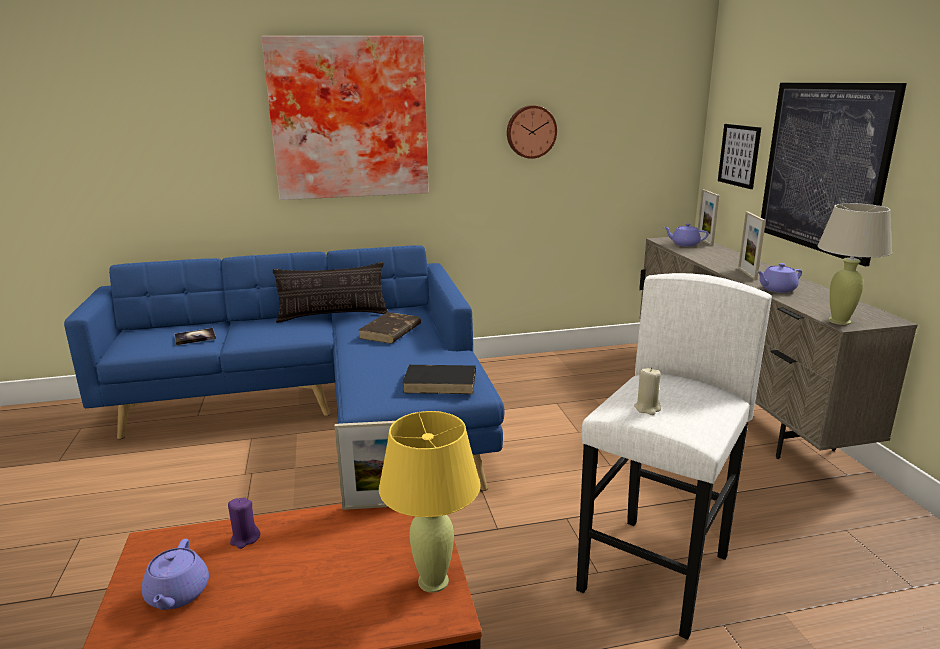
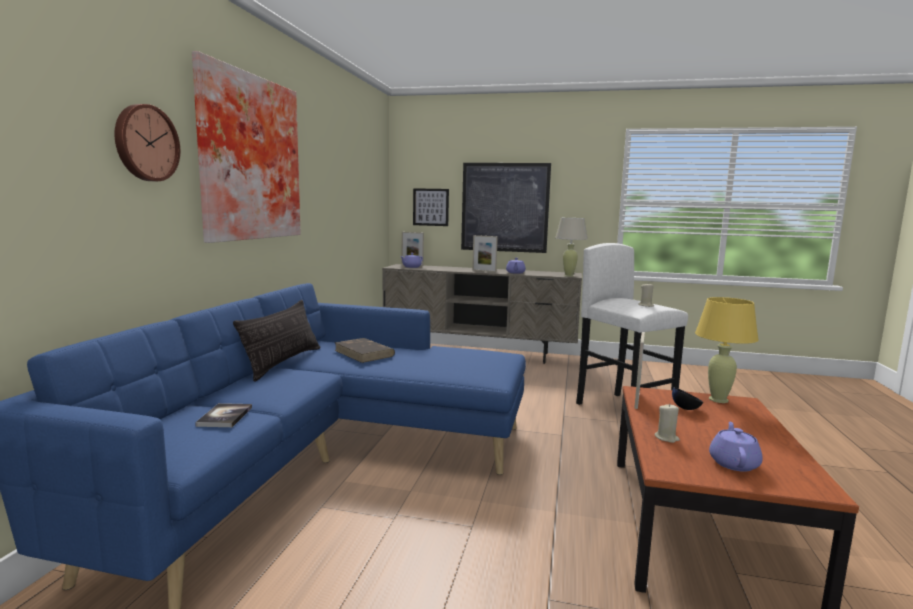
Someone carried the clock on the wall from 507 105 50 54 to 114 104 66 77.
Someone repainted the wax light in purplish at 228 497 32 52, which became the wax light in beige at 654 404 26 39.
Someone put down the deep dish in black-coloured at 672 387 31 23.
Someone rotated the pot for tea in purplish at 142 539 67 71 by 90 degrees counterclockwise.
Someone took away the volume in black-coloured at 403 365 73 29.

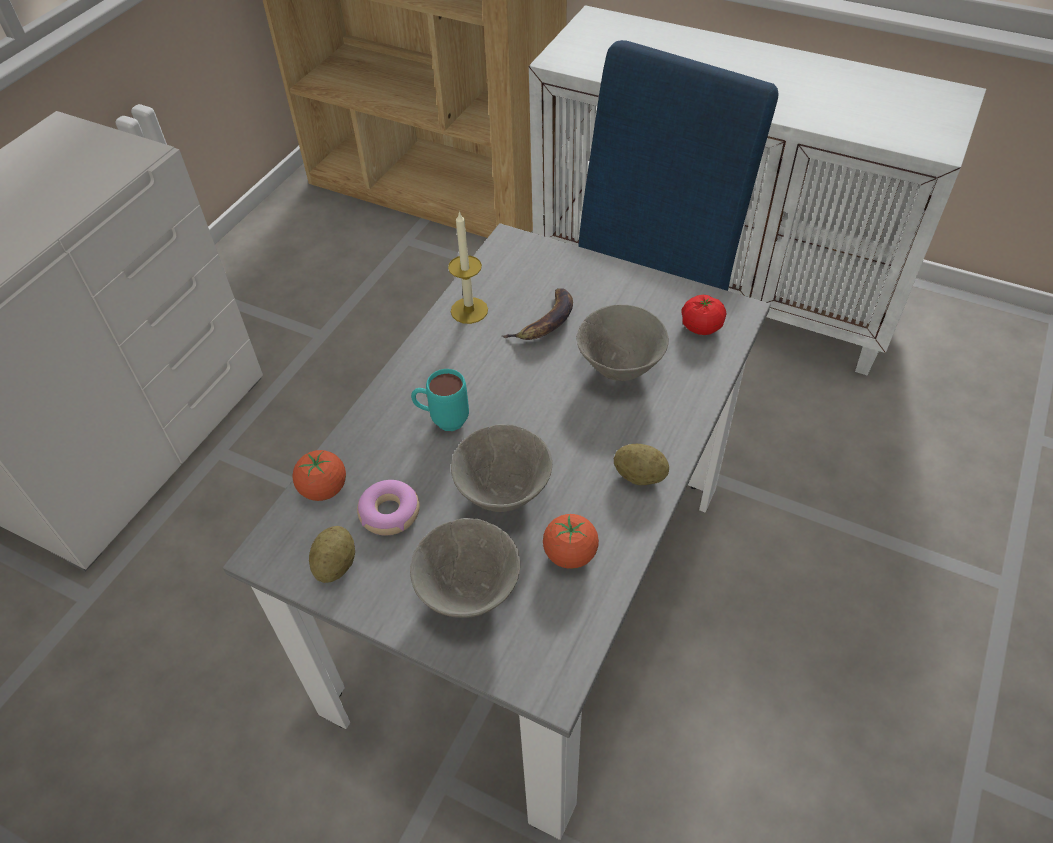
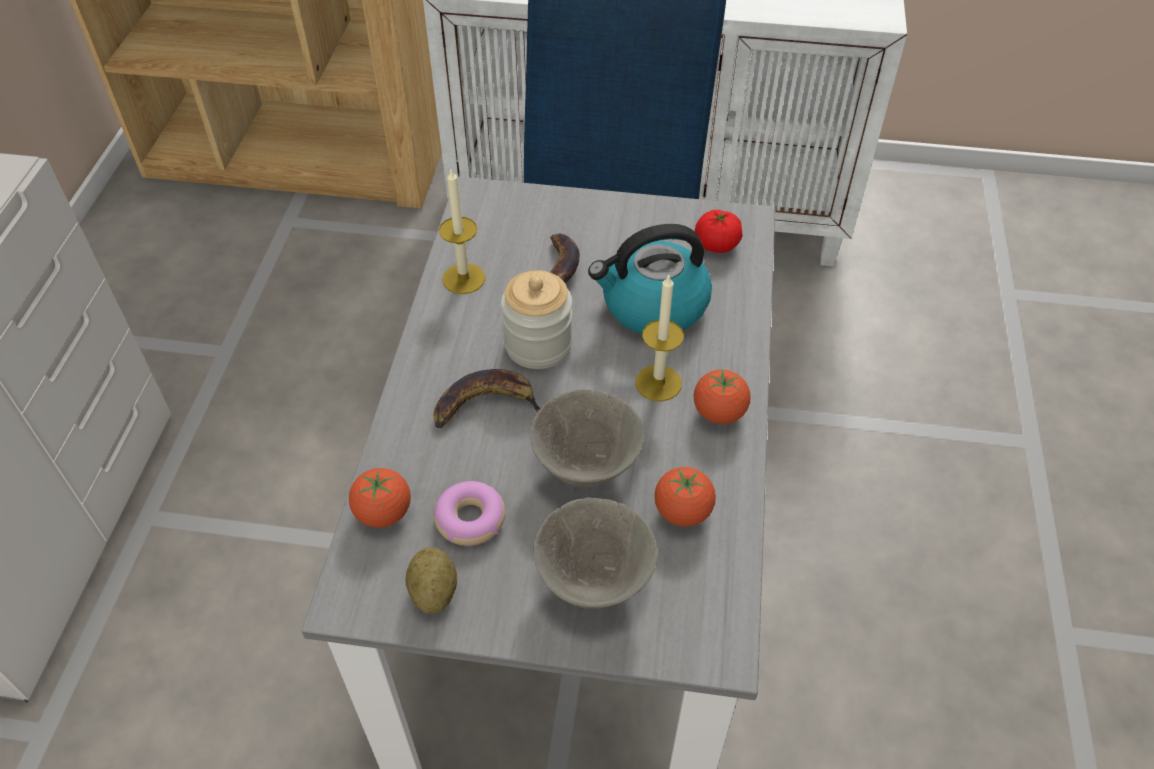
Someone swapped the tea mug in turquoise-coloured at 411 369 58 62 for the whole banana at 434 369 106 59.
Someone put down the preserve jar at 501 270 72 99.
Someone swapped the deep dish in grey at 576 305 93 76 for the kettle at 588 224 124 110.
Someone put down the wax light at 635 275 49 127.
Someone swapped the spud at 614 444 55 41 for the whole tomato at 694 370 57 54.

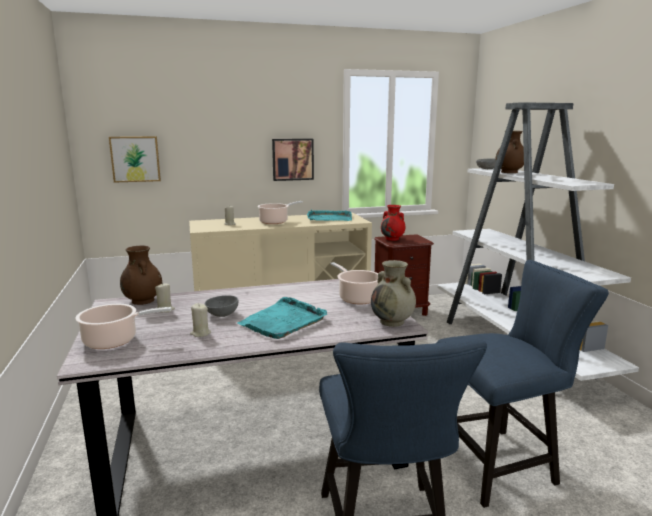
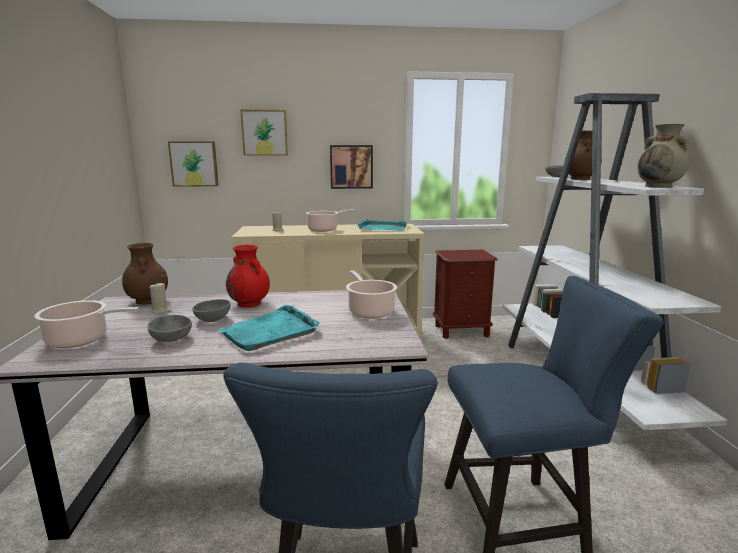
Someone swapped the wax light in beige at 190 303 21 34 for the deep dish in grey at 147 315 45 27.
Someone carried the decorative vase in red from 381 205 24 36 to 226 245 44 63.
Someone put up the wall picture at 240 110 48 46.
Someone carried the decorative vase in beige from 371 260 45 67 to 637 124 52 64.

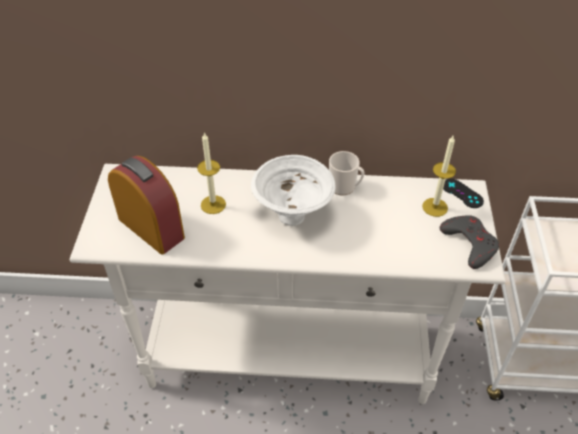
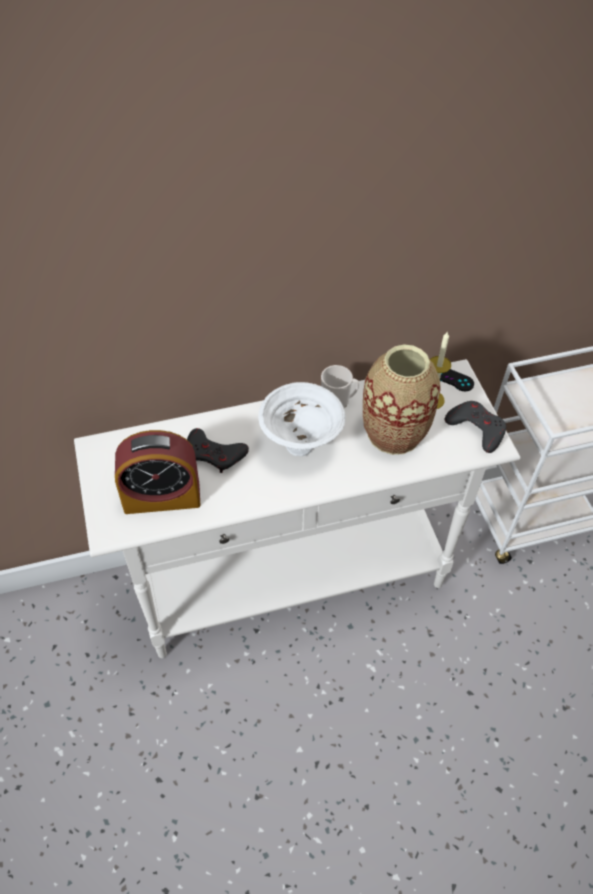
Someone rotated the alarm clock at 108 156 77 99 by 150 degrees clockwise.
Someone swapped the wax light at 197 132 29 82 for the game controller in grey at 187 428 62 45.
Someone put down the decorative vase at 363 344 78 111.

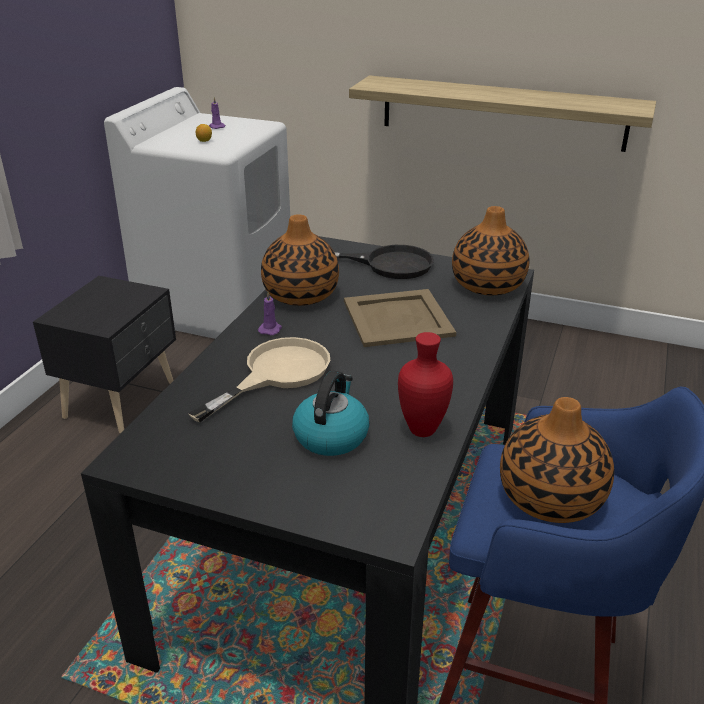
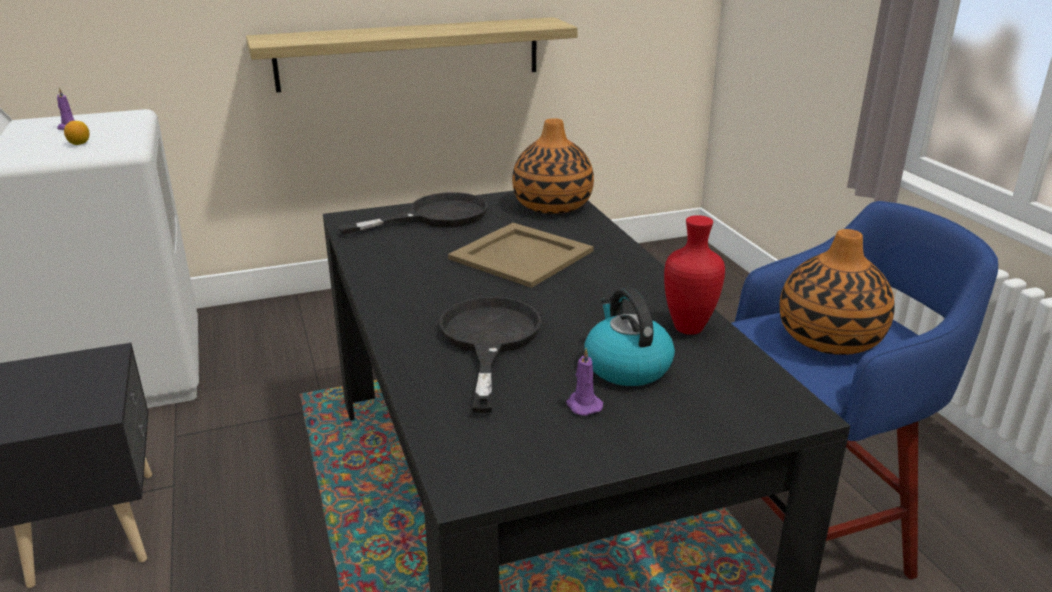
Someone repainted the pan in beige at 188 337 142 86, which became the pan in black-coloured at 439 296 103 117.
Someone carried the wax light in purplish from 258 292 24 43 to 566 348 37 68.
Someone took away the decorative vase at 261 214 78 92.

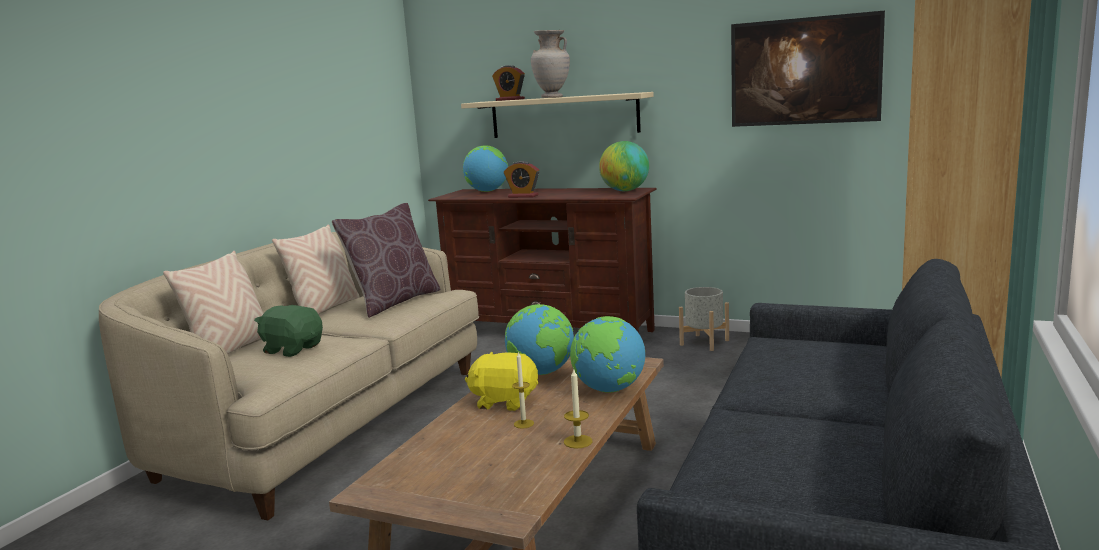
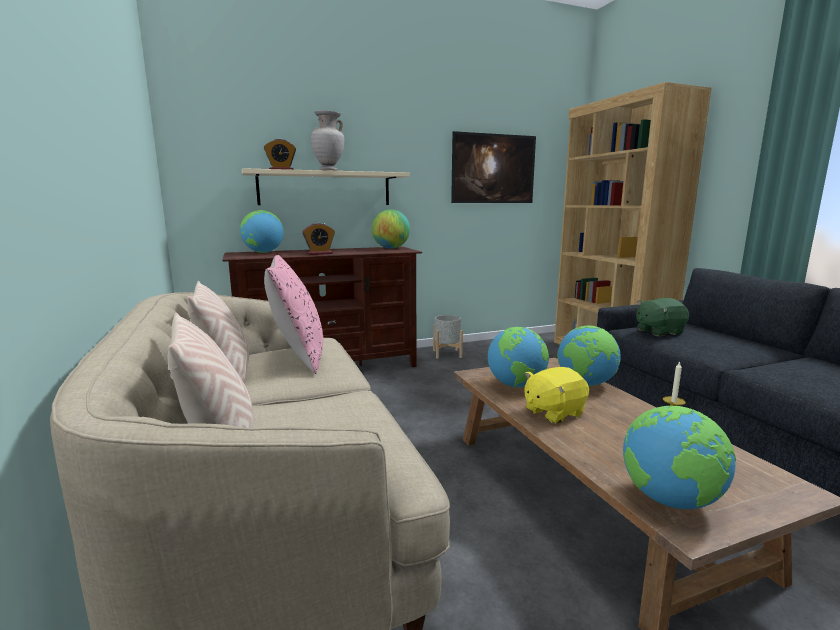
Someone repainted the cushion in brown at 332 203 109 115, which became the cushion in pinkish at 264 255 59 119.
Someone put down the globe at 623 406 113 103.
Someone carried the plush toy in greenish from 254 305 69 52 to 636 298 53 38.
Someone took away the wax light at 512 351 22 78.

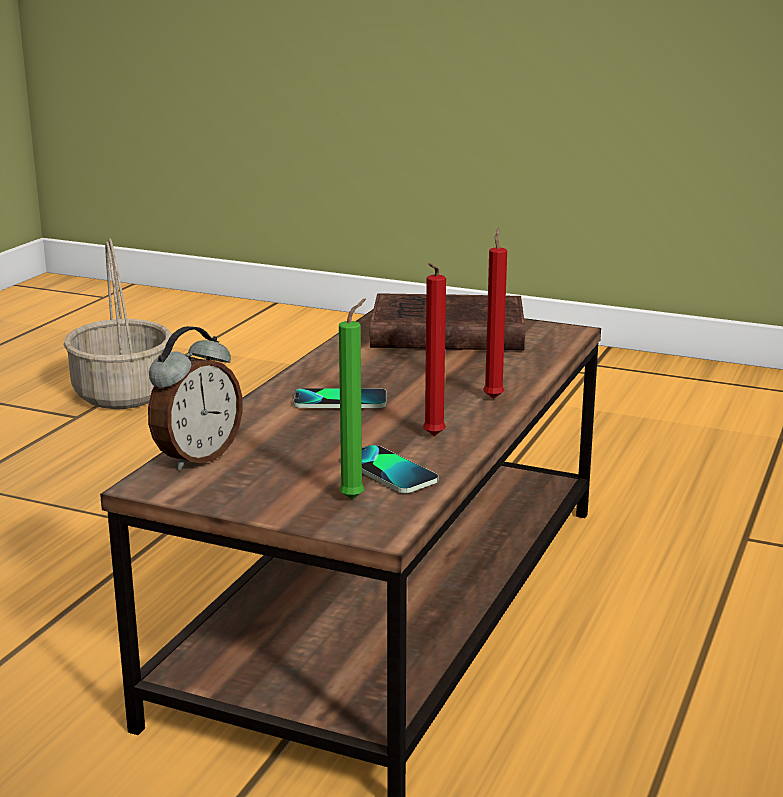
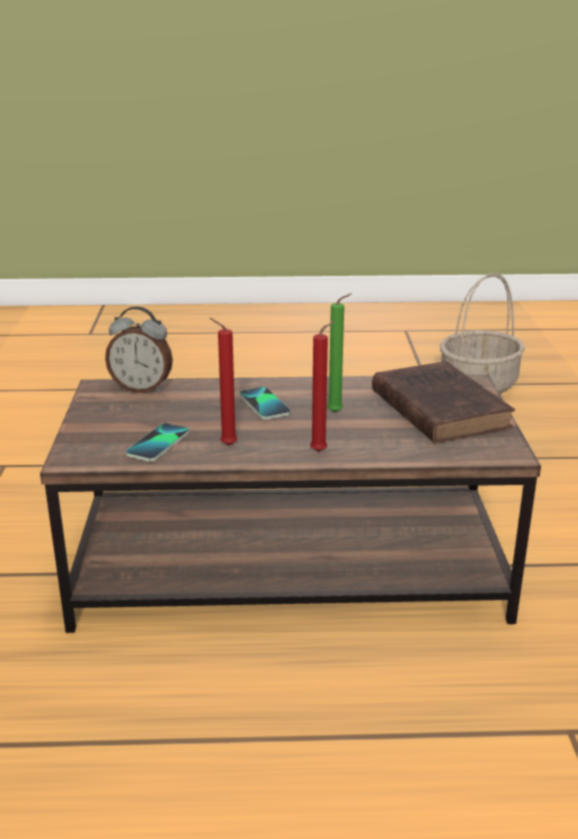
Someone carried the wax light in greenish from 339 299 27 200 to 327 293 24 120.

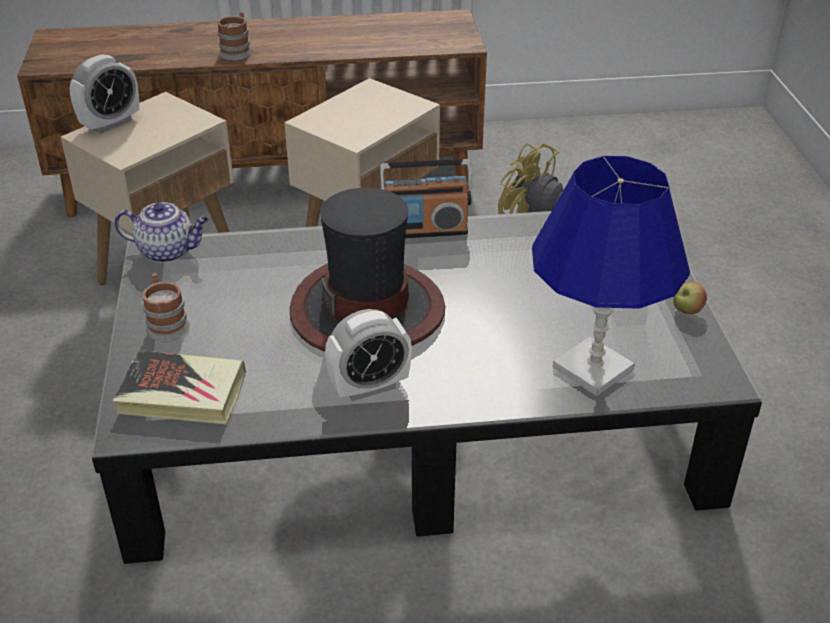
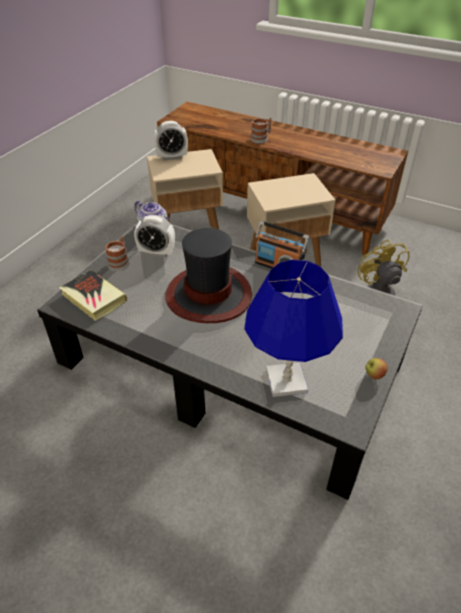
Someone carried the alarm clock from 325 309 87 92 to 134 215 41 42.

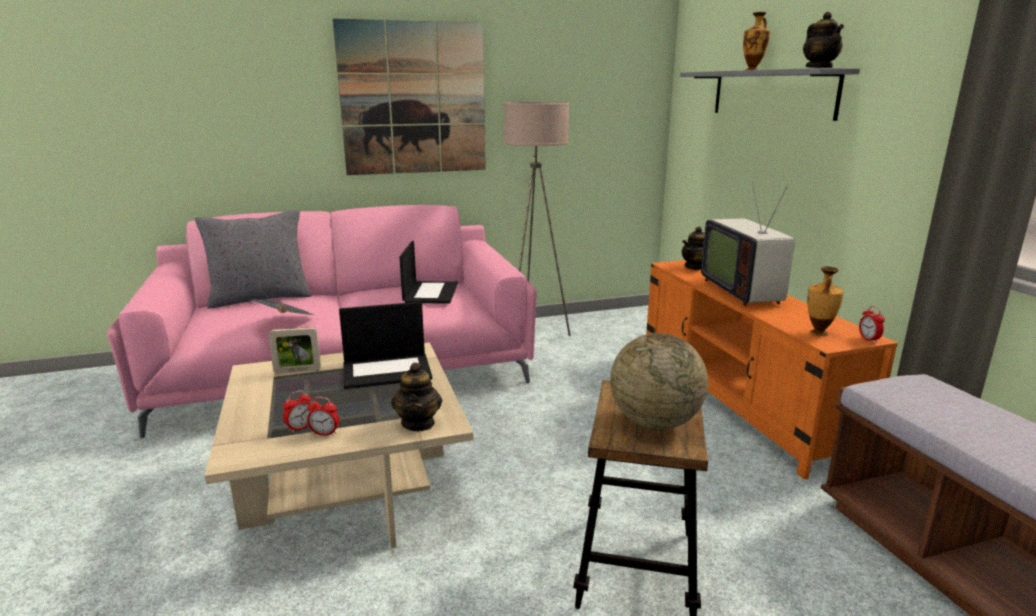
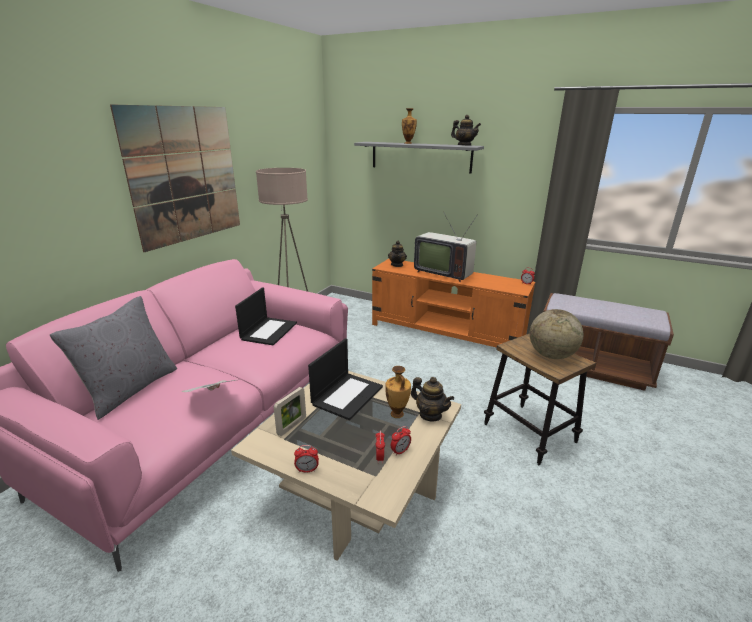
Someone rotated the notebook computer at 399 241 59 63 by 60 degrees clockwise.
Someone put down the alarm clock at 294 445 25 27.
Someone carried the decorative vase from 807 266 37 70 to 385 366 26 52.

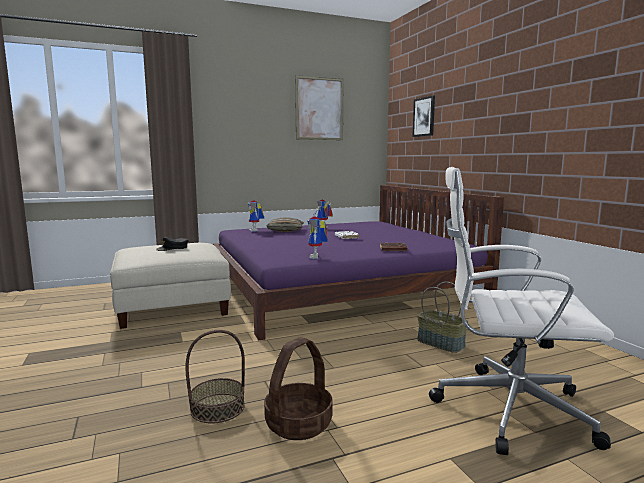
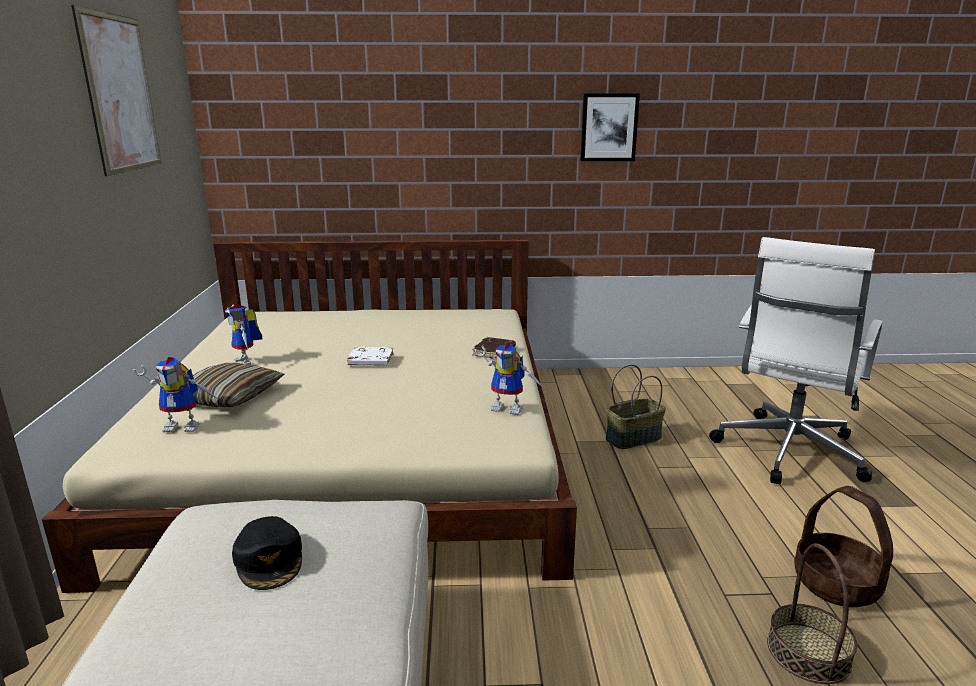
Someone repainted the bed in purplish at 213 185 291 156, which became the bed in beige at 42 240 535 353.
Someone carried the wall picture from 412 95 23 42 to 580 94 60 67.

